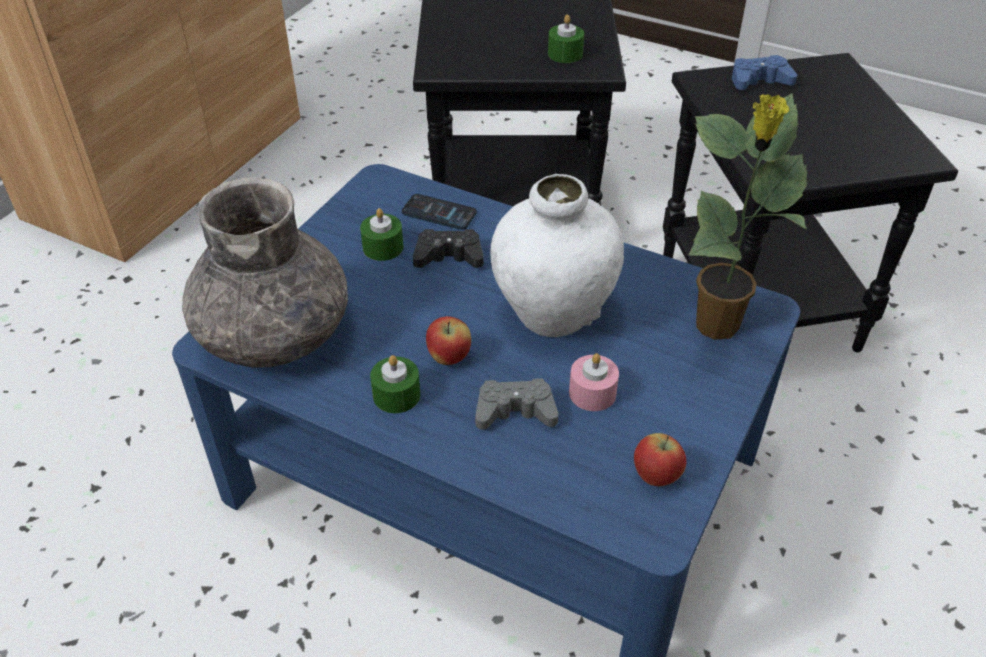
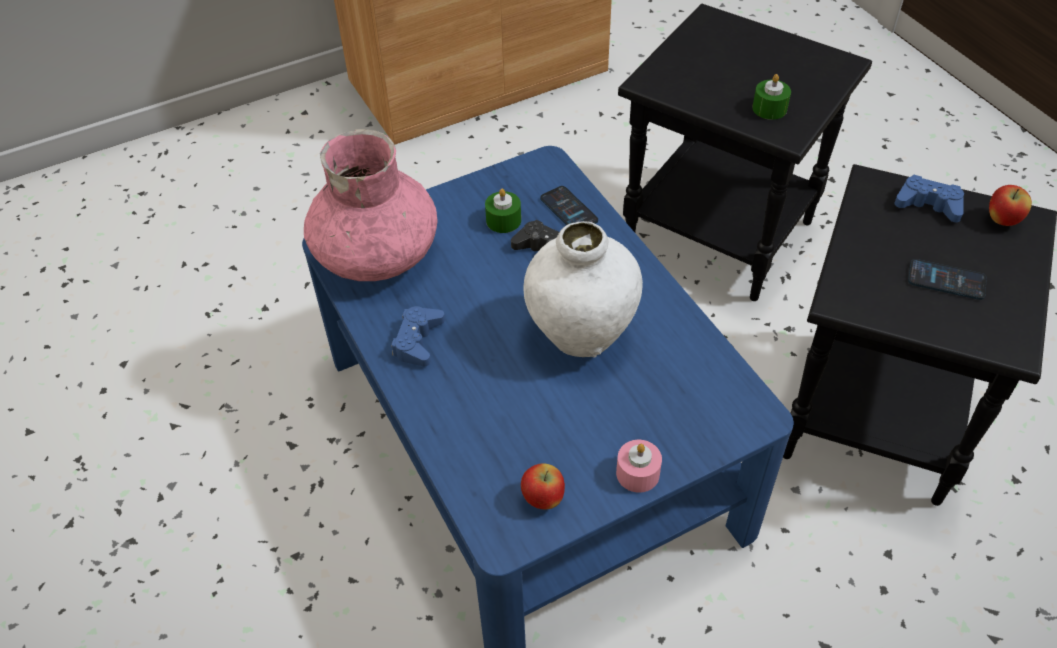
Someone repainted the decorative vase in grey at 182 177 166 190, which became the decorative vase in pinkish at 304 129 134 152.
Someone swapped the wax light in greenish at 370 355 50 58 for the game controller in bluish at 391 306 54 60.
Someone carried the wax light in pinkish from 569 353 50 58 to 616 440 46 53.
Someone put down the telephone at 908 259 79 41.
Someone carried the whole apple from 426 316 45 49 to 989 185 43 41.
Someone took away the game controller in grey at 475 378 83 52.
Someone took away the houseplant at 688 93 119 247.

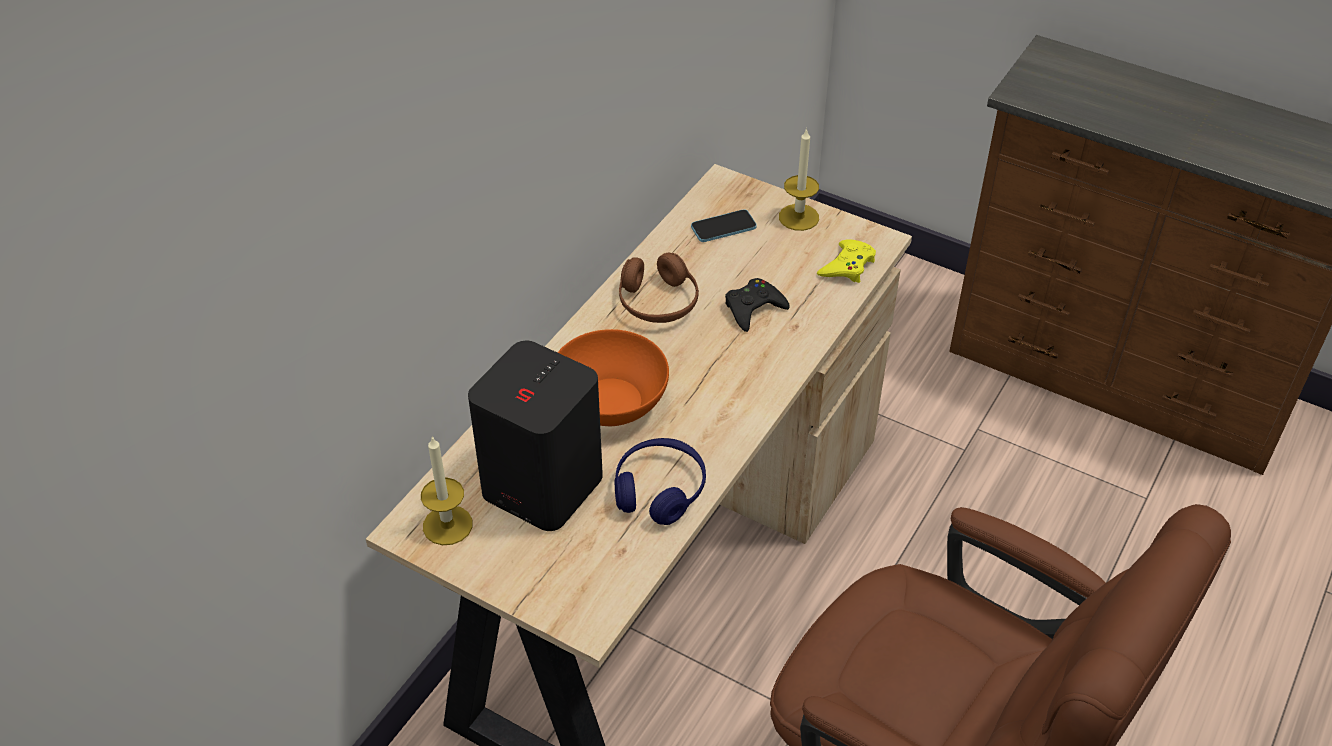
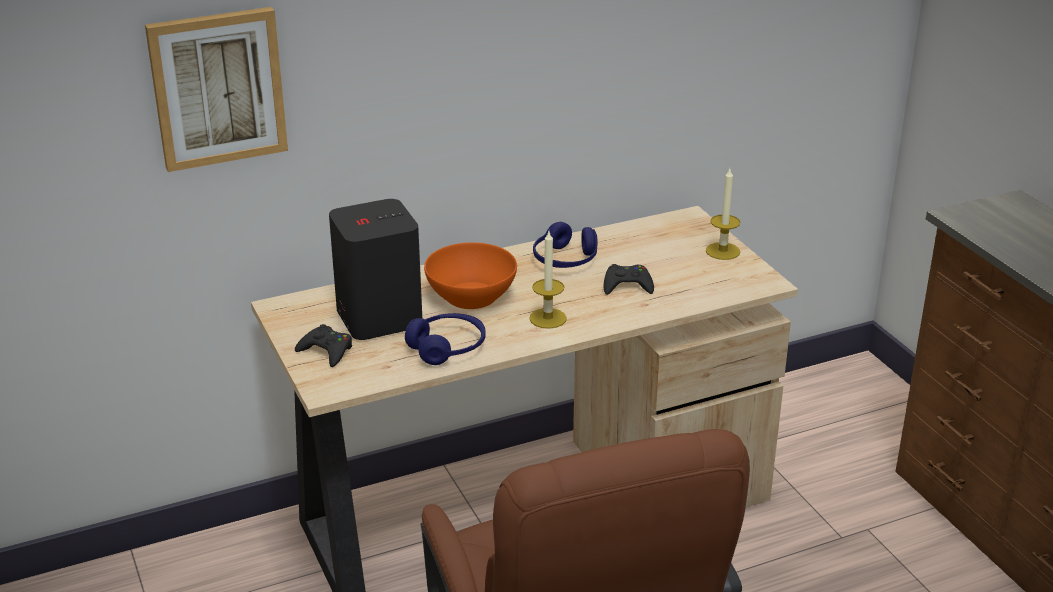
Someone put up the wall picture at 145 7 143 165.
Someone put down the game controller in black-coloured at 295 324 57 43.
Someone carried the wax light from 421 436 51 109 to 529 231 38 98.
Someone repainted the headset in brown at 619 253 80 70, which became the headset in bluish at 533 222 65 46.
Someone took away the telephone at 691 210 66 32.
Someone took away the game controller in yellow-coloured at 817 240 59 43.

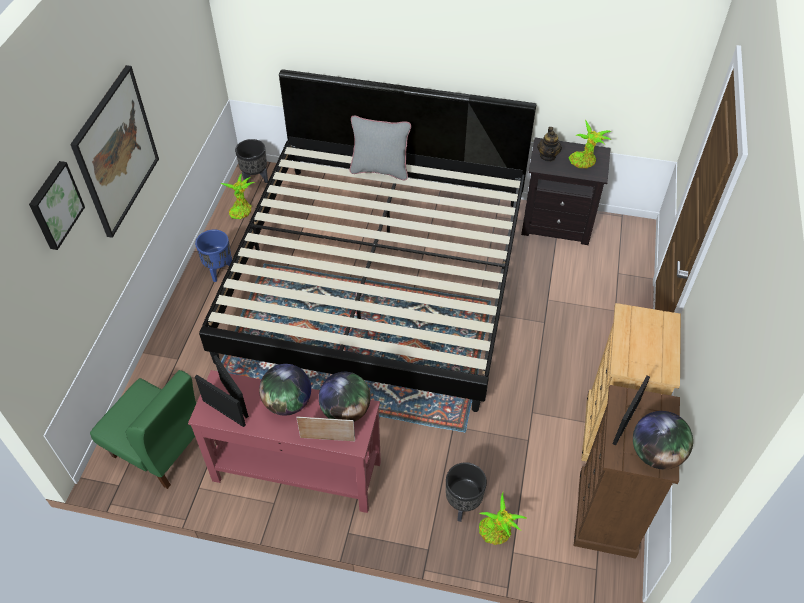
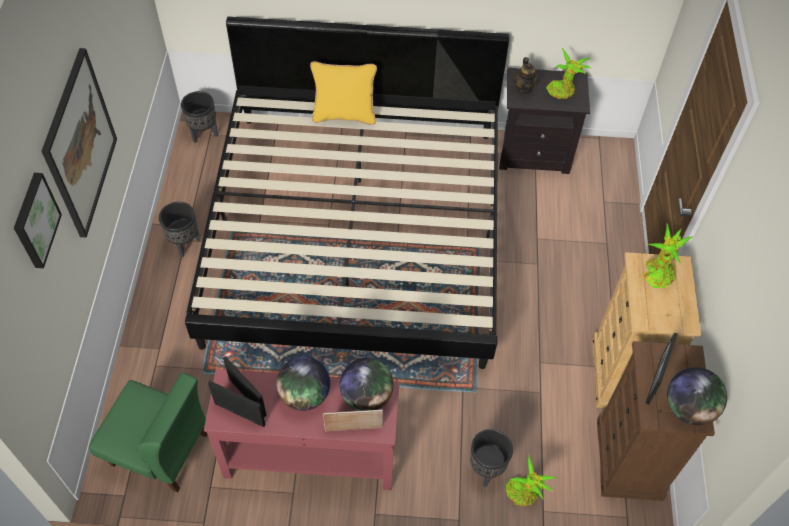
Someone repainted the planter in bluish at 195 229 37 53, which became the planter in black-coloured at 159 202 41 55.
Someone repainted the cushion in grey at 350 115 61 65, which became the cushion in yellow-coloured at 310 61 67 64.
Someone carried the houseplant from 220 174 35 45 to 644 224 49 64.

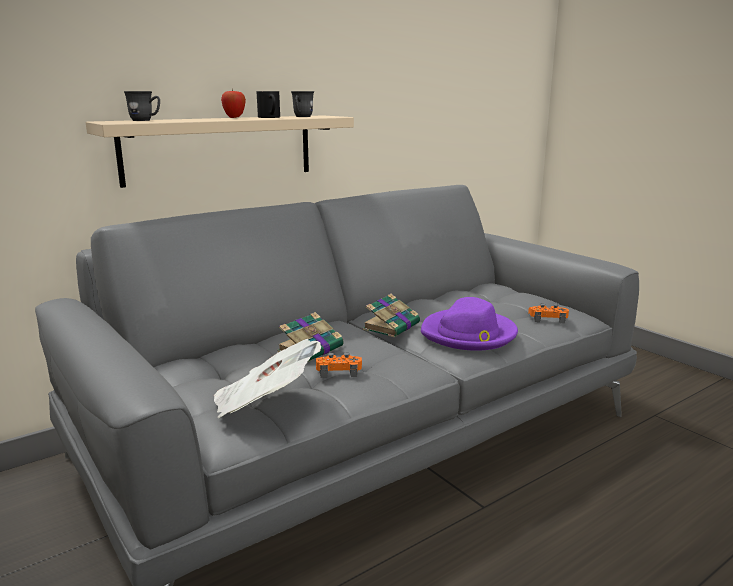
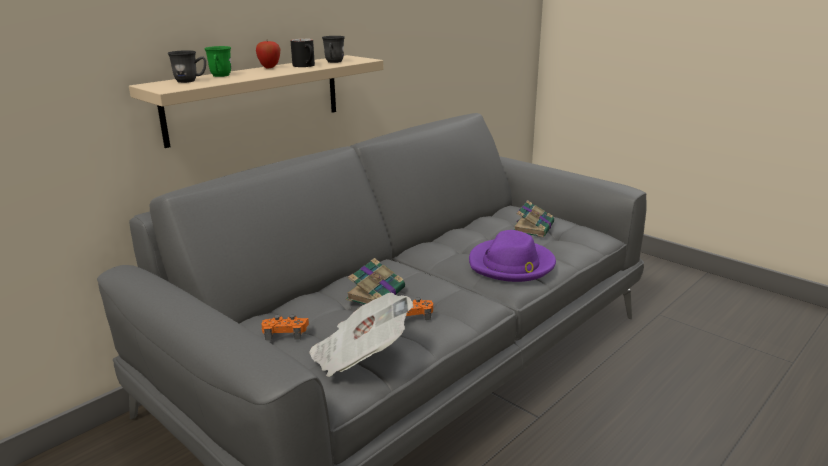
Someone put down the tea mug in greenish at 204 46 27 31.
Someone carried the game controller in orangey from 528 304 41 19 to 261 314 48 26.
Someone carried the volume from 362 294 58 43 to 514 200 40 37.

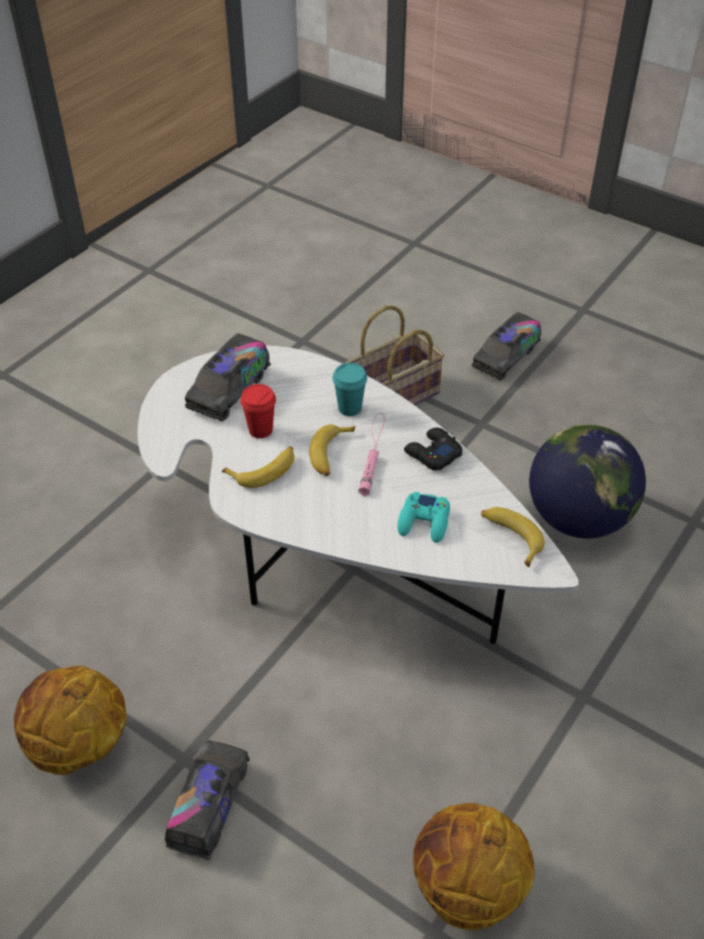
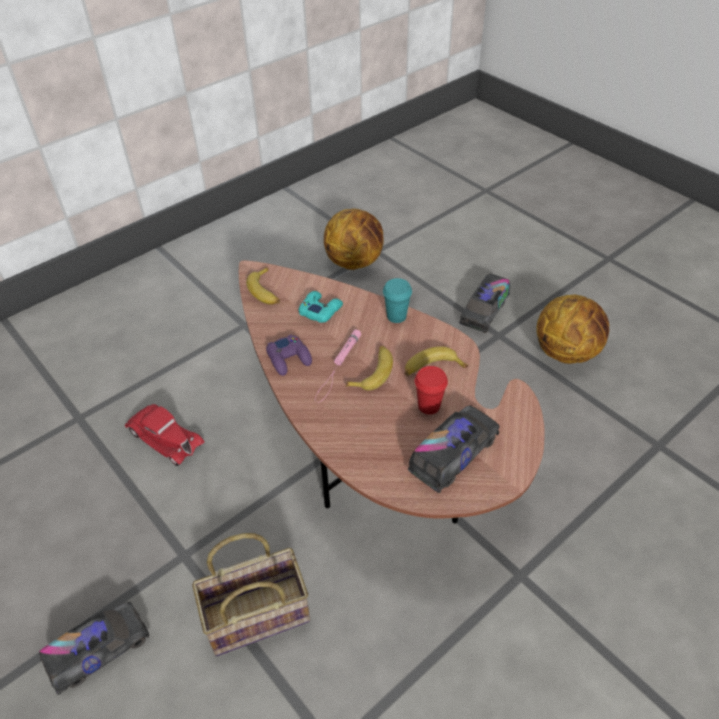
Someone swapped the globe at 529 424 117 114 for the toy car in red at 125 404 79 62.
Someone repainted the lounge table in white at 137 345 442 299, which became the lounge table in brown at 239 260 306 263.
Someone repainted the game controller in black-coloured at 404 428 59 42, which became the game controller in purplish at 266 334 46 42.
Someone carried the small cup in turquoise-coloured from 332 363 35 53 to 383 278 29 45.

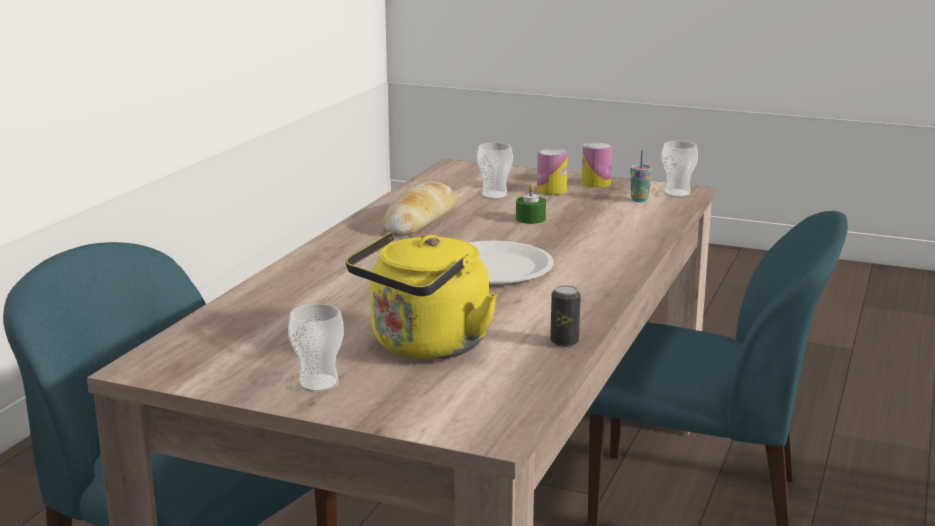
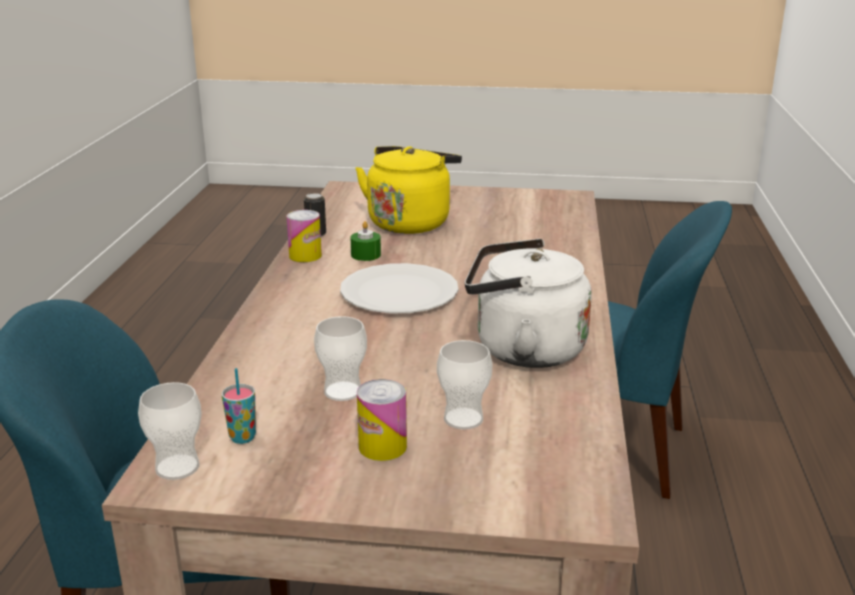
Someone carried the sealed can from 582 142 30 46 to 287 210 35 52.
Someone carried the small cup from 288 304 56 88 to 314 316 53 85.
Someone carried the wax light in greenish from 516 185 30 39 to 350 221 31 40.
Someone swapped the bread at 382 182 74 54 for the kettle in white at 465 239 127 129.

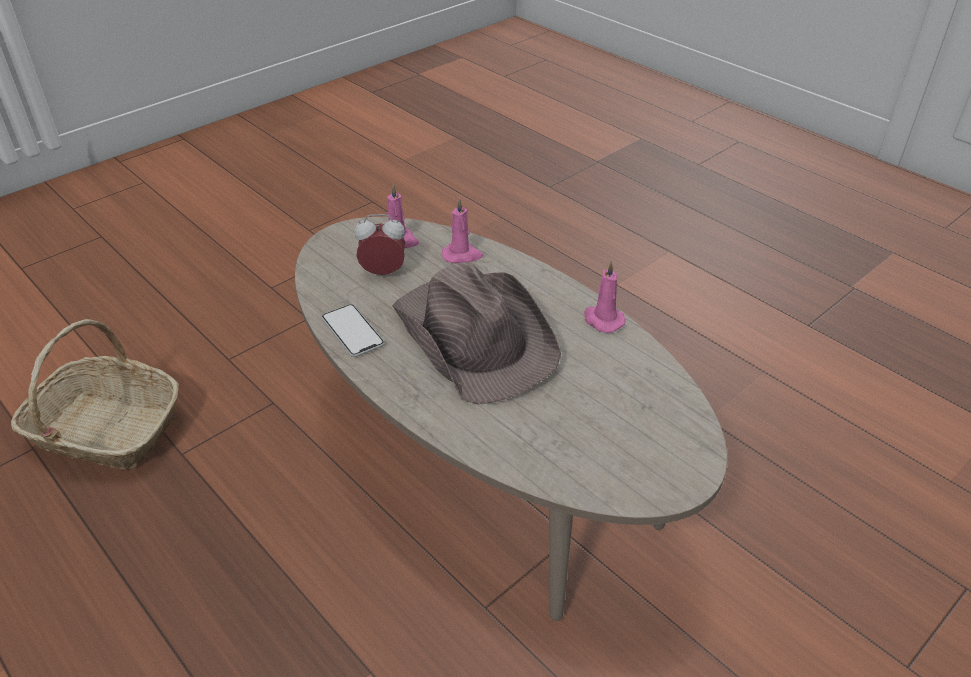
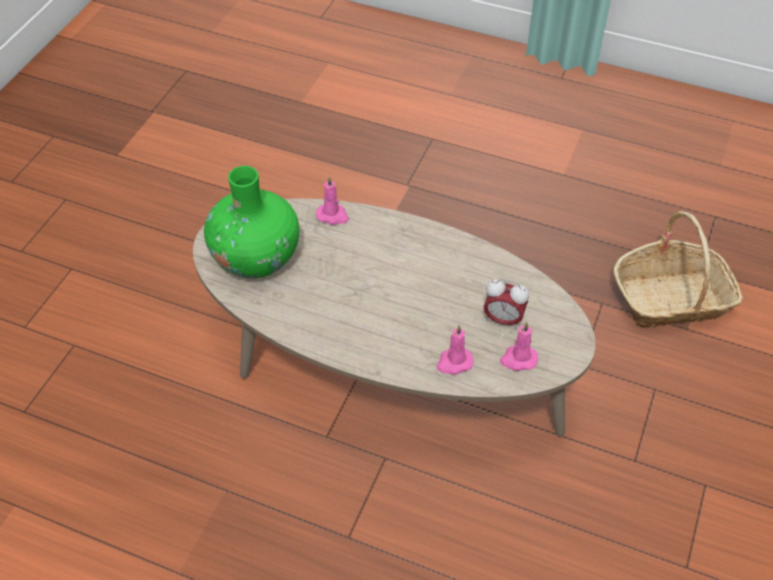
Someone put down the decorative vase in greenish at 204 166 95 112.
Someone carried the wax light in pinkish from 584 261 42 72 to 316 176 33 49.
Someone rotated the alarm clock at 354 214 51 61 by 45 degrees clockwise.
Someone took away the telephone at 321 304 64 53.
Someone took away the clothing hat in brown at 392 262 169 143.

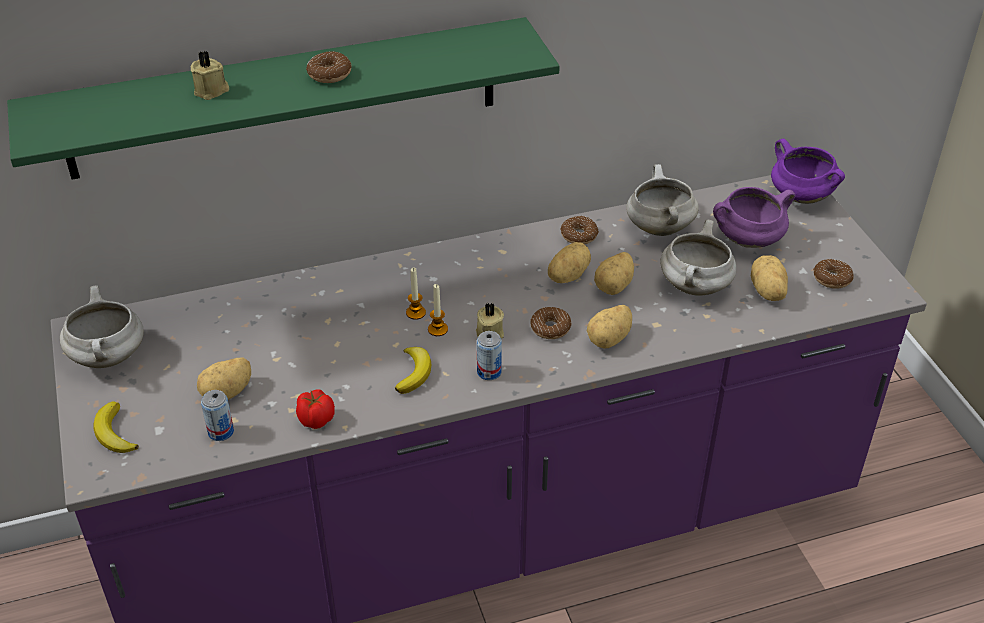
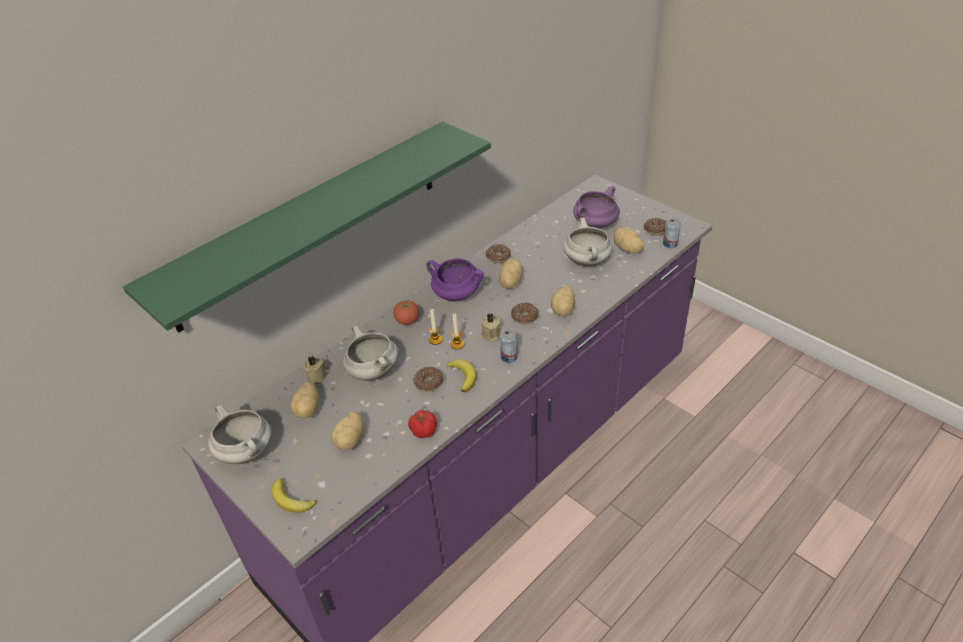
Someone carried the spud from 594 252 40 43 to 290 382 30 37.
Someone carried the wax light in beige from 191 51 38 49 to 303 356 25 28.
Someone carried the stockpot in white from 626 164 73 72 to 343 325 56 56.
Someone put down the whole tomato at 393 300 26 25.
Someone carried the ring doughnut from 306 51 45 32 to 413 367 30 25.
Someone carried the stockpot in purplish from 771 139 74 65 to 426 258 58 43.
Someone carried the sealed can from 201 390 33 51 to 663 218 18 30.

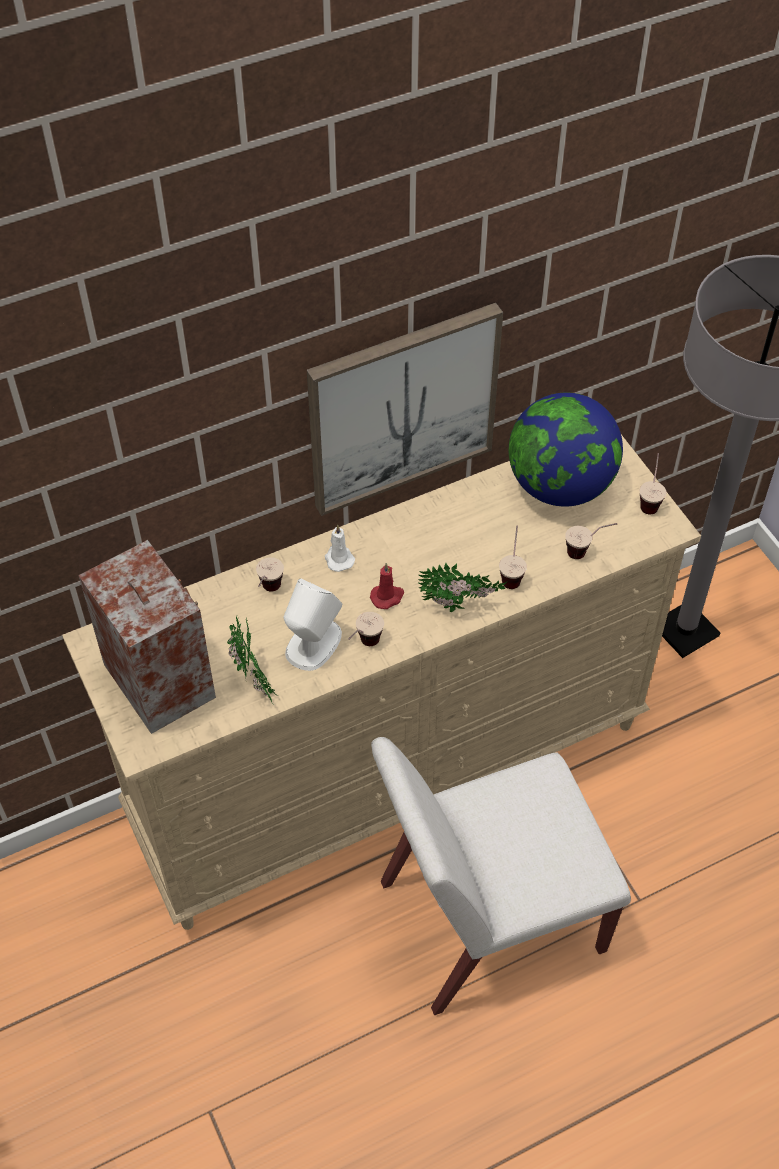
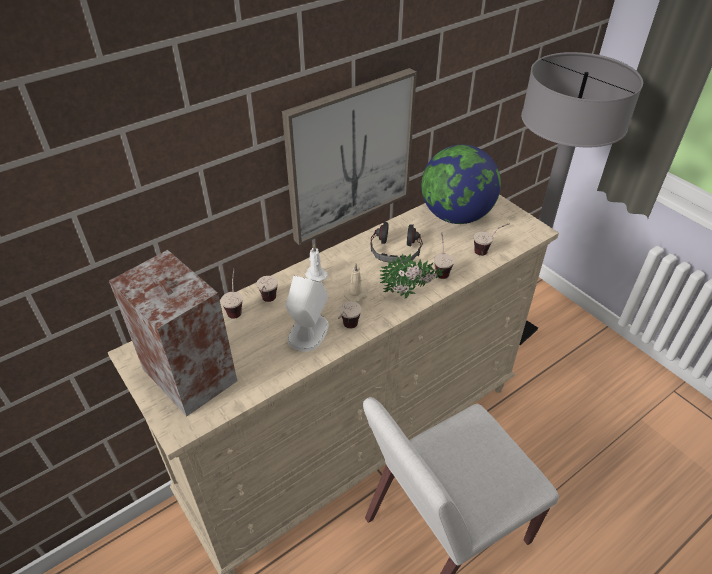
Someone carried the small cup from 639 453 27 61 to 221 269 22 50.
Someone repainted the wax light in red at 370 563 34 46, which became the wax light in beige at 344 264 24 38.
Someone put down the headset at 370 222 53 41.
Someone took away the houseplant at 227 616 52 89.

